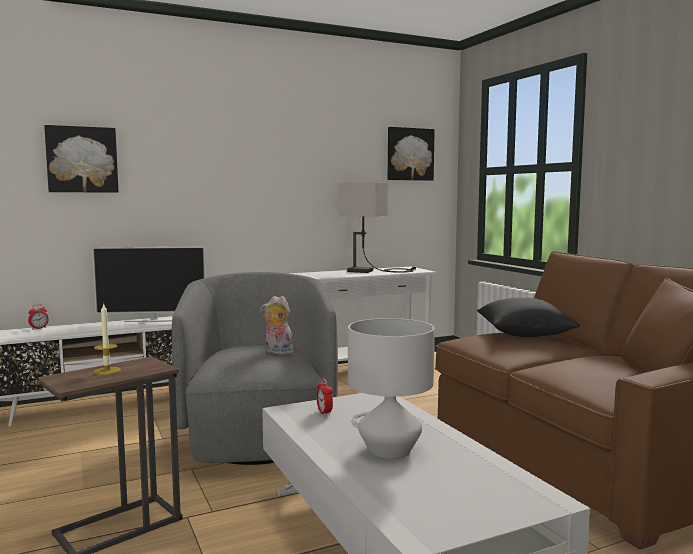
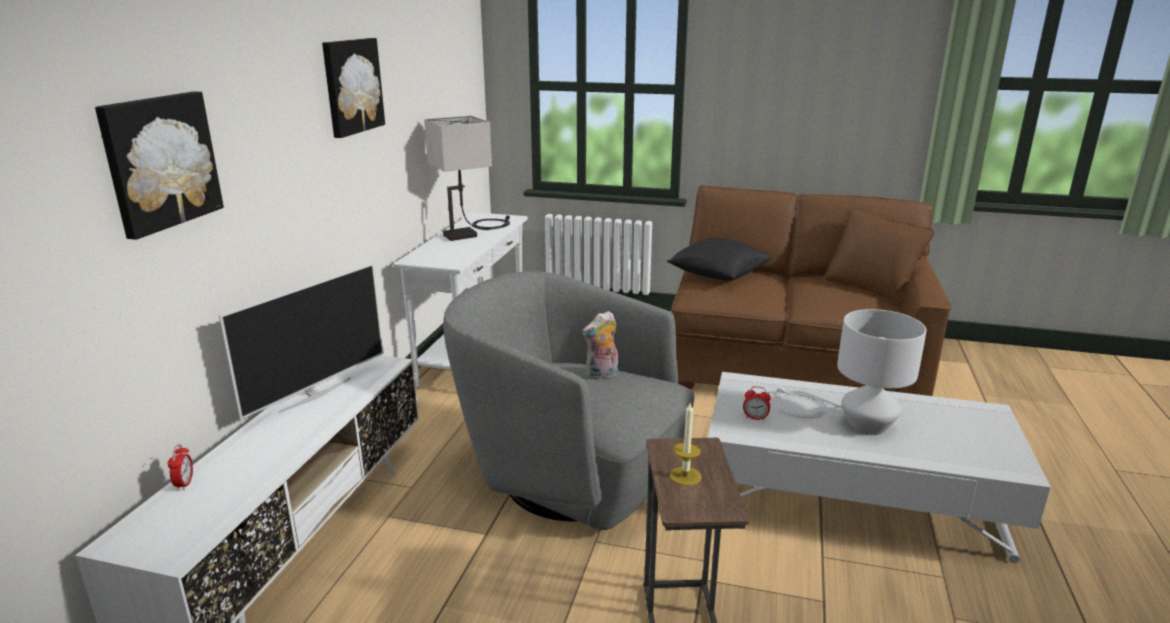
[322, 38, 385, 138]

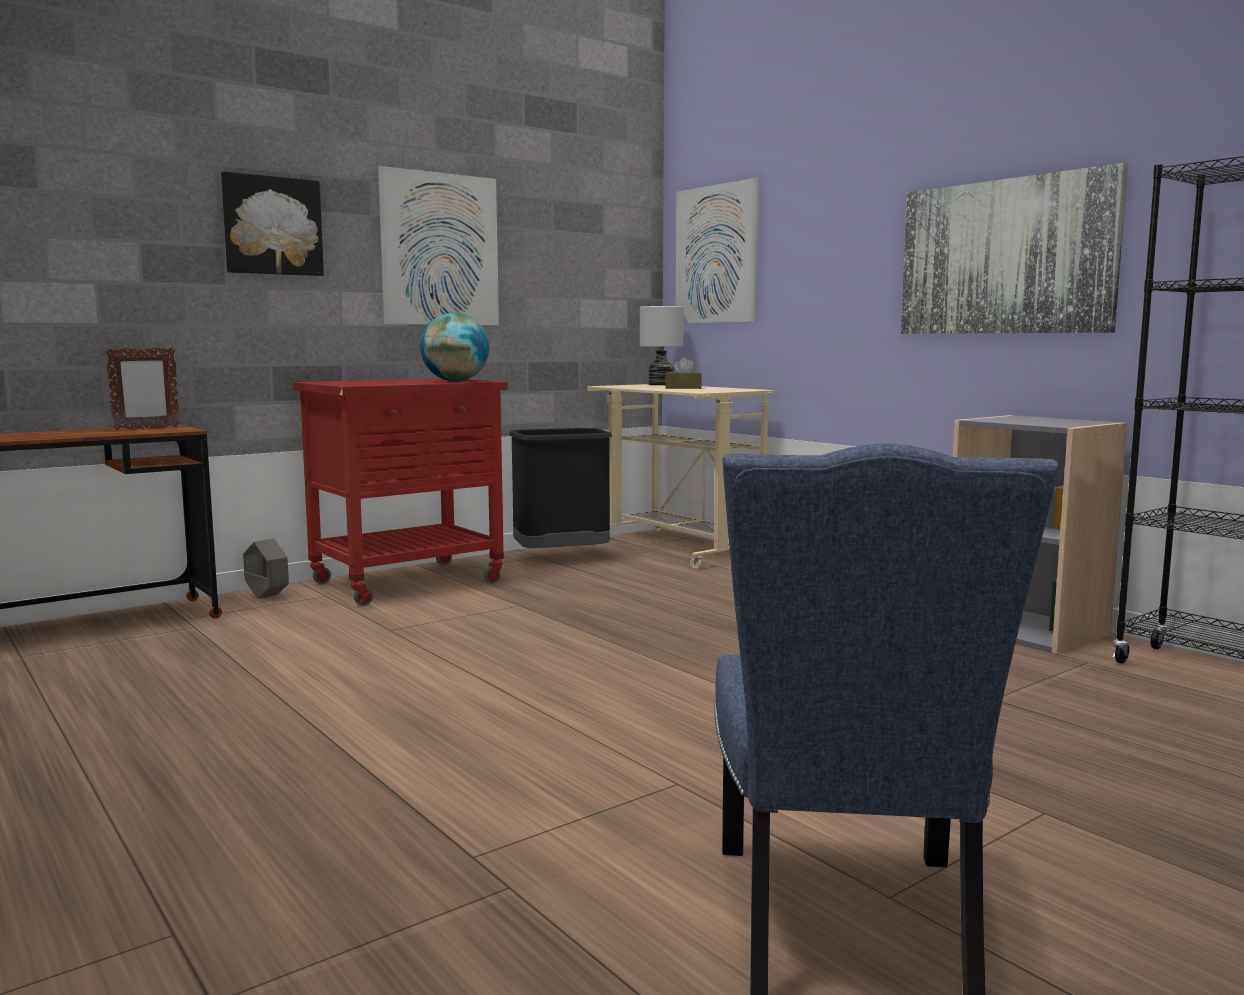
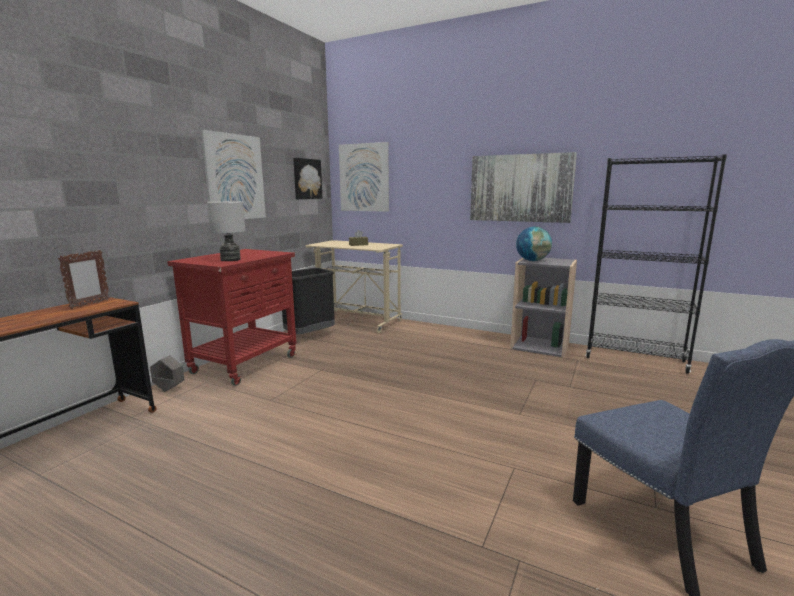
[207, 201, 245, 261]
[293, 158, 322, 199]
[516, 227, 552, 261]

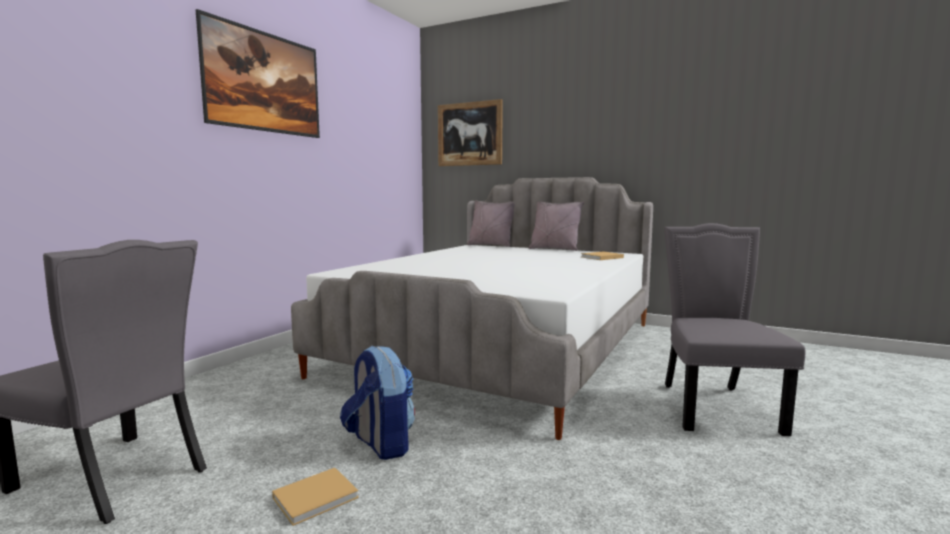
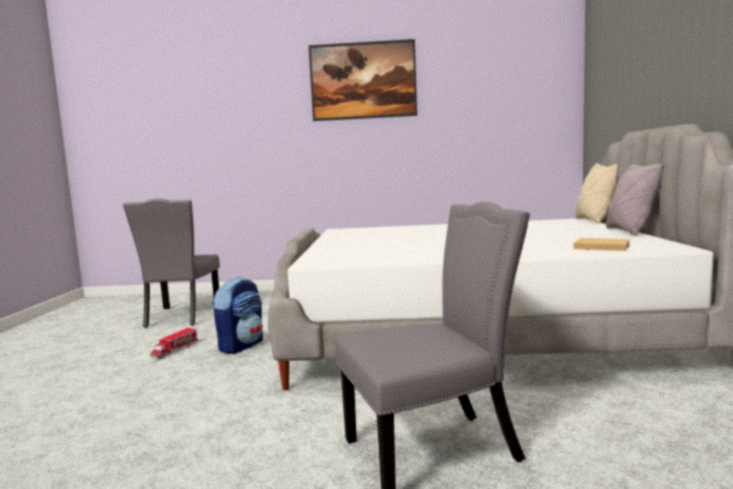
[150, 328, 198, 359]
[575, 163, 617, 224]
[438, 99, 503, 166] (first image)

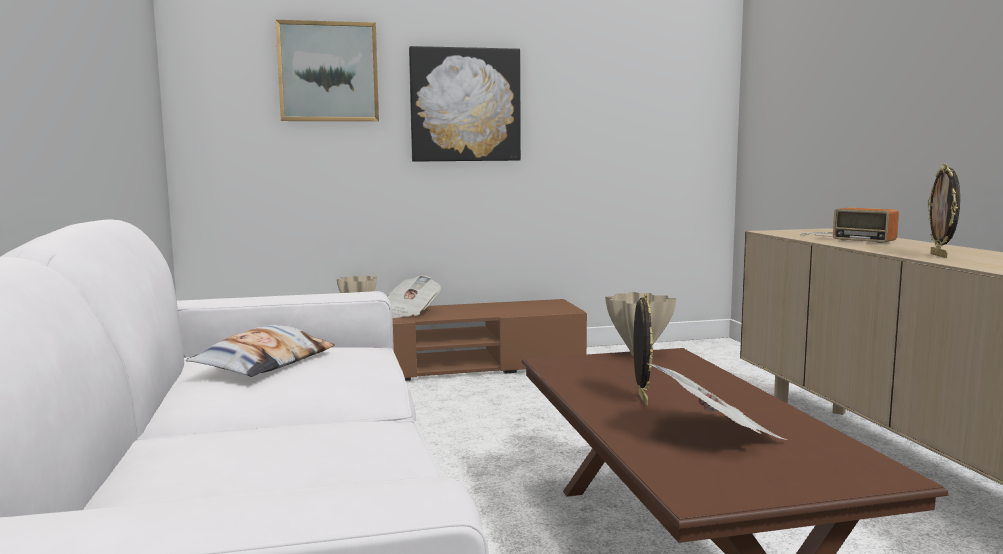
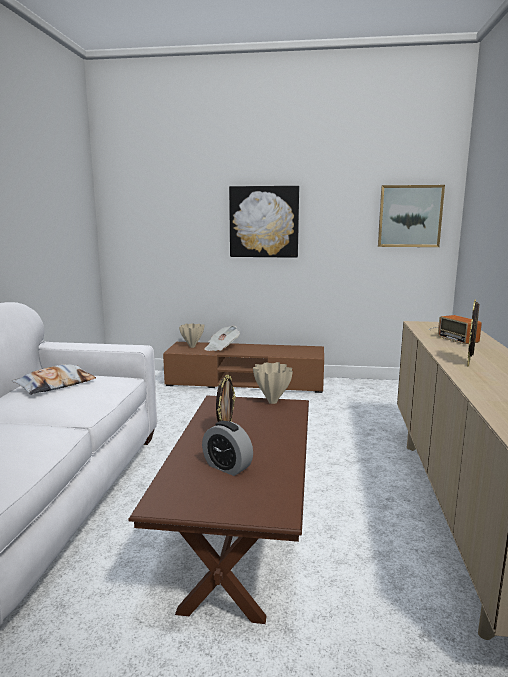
[202, 421, 253, 476]
[378, 185, 445, 247]

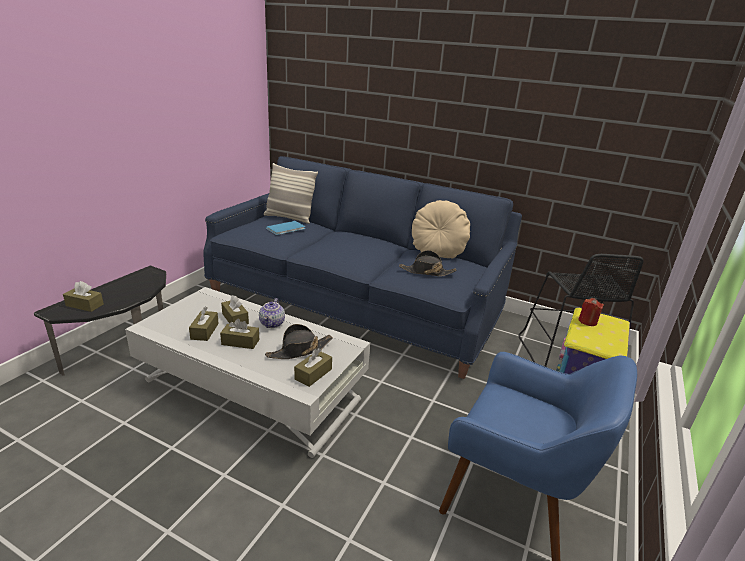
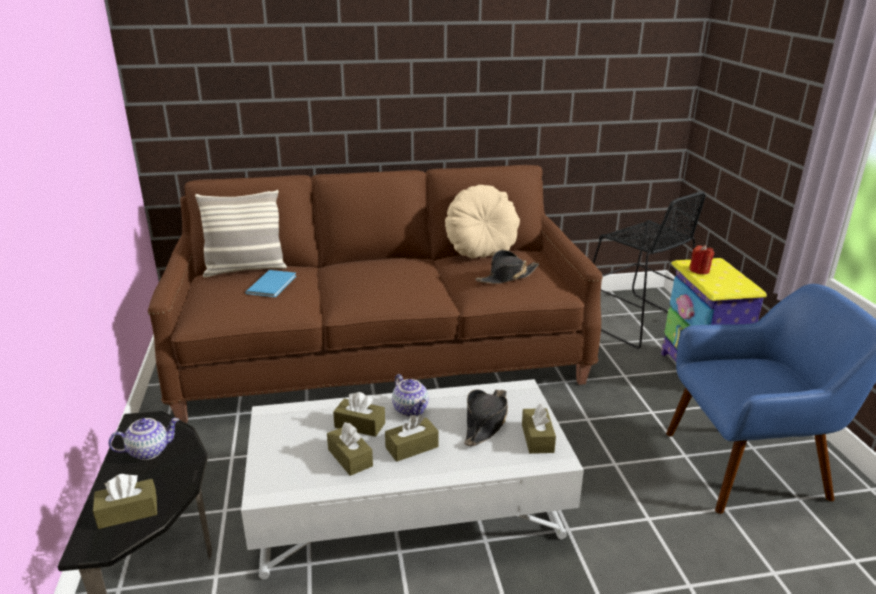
[108, 418, 180, 460]
[148, 165, 603, 423]

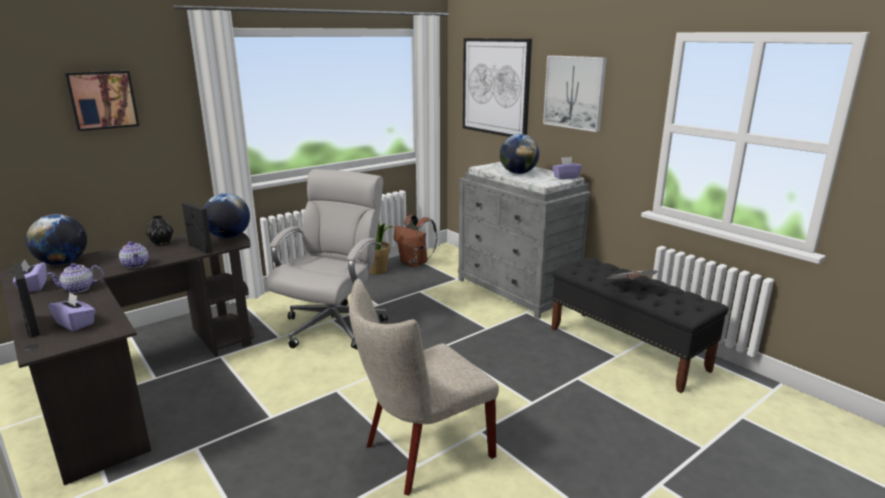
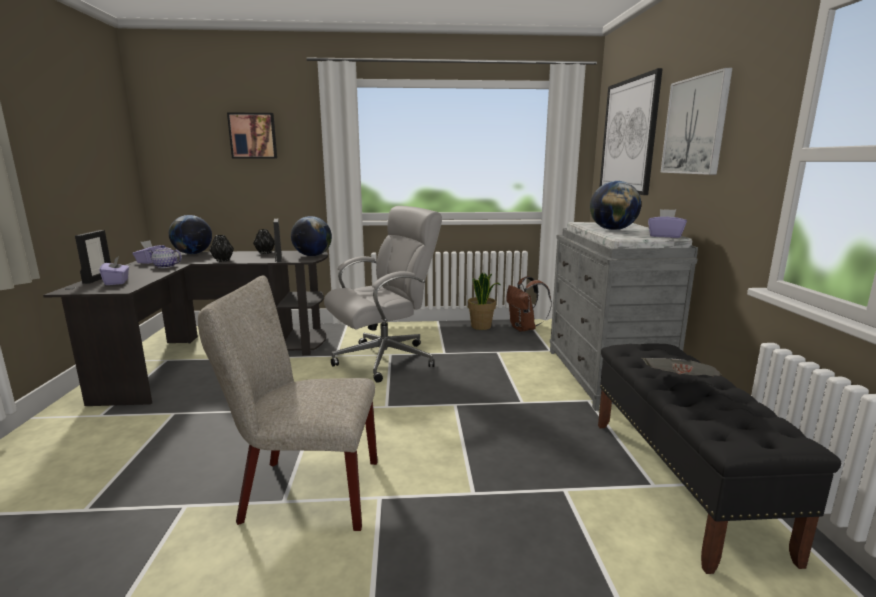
[210, 235, 234, 262]

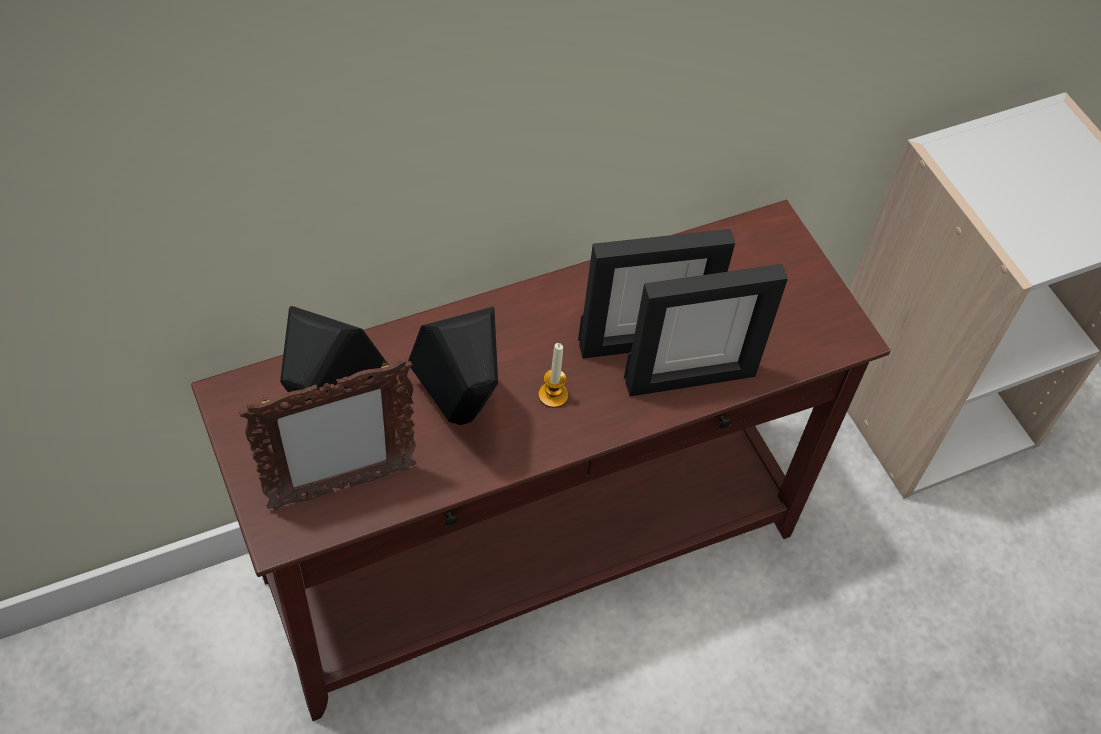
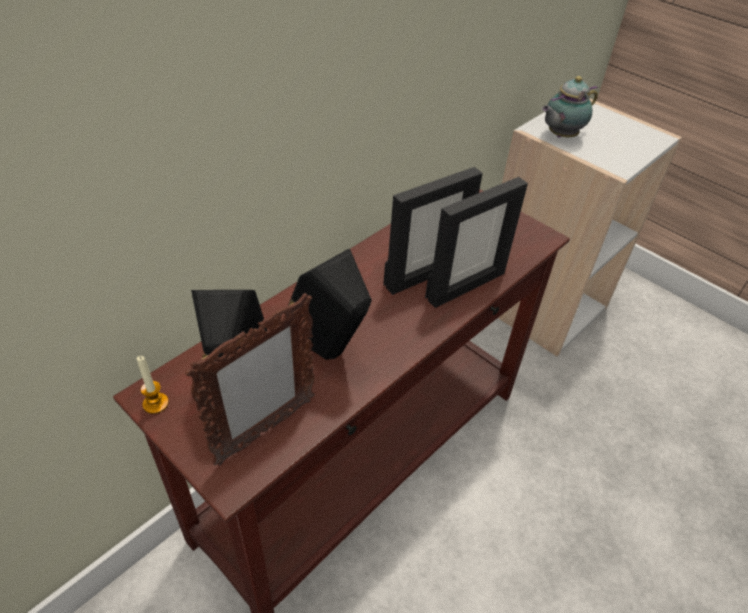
[136, 356, 169, 414]
[542, 76, 598, 137]

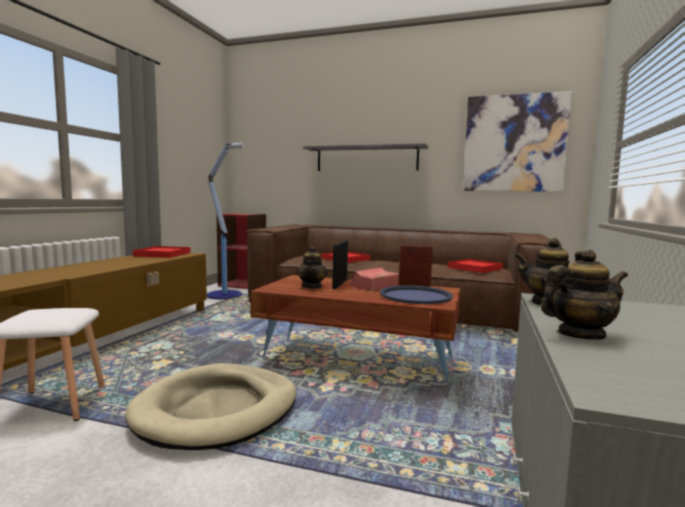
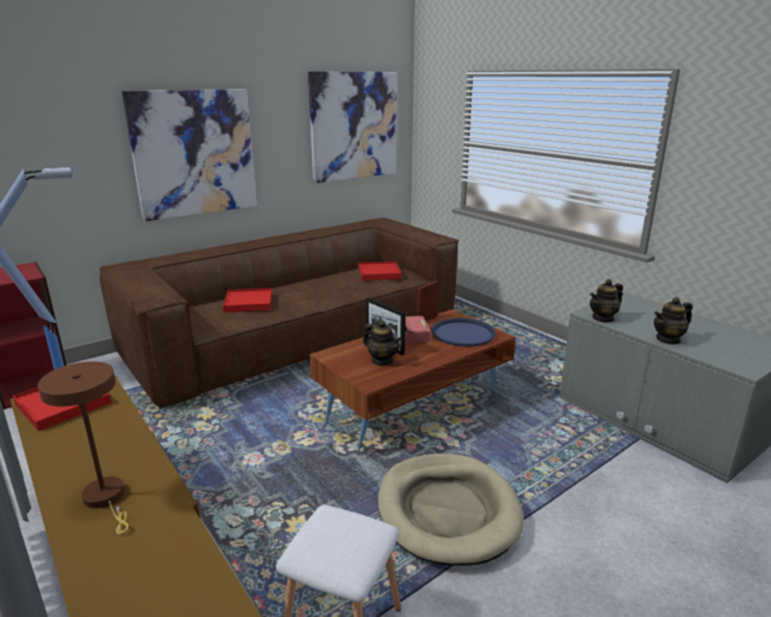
[38, 361, 129, 534]
[122, 89, 257, 221]
[654, 297, 693, 345]

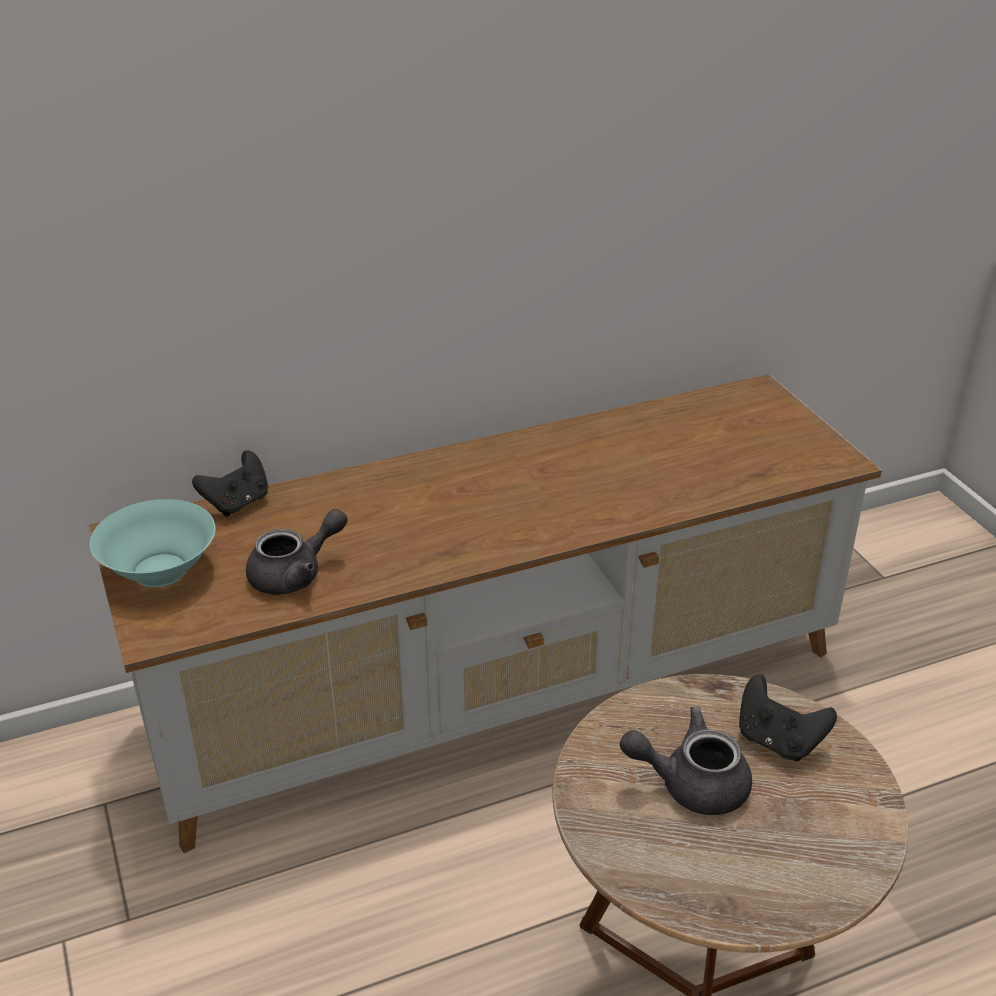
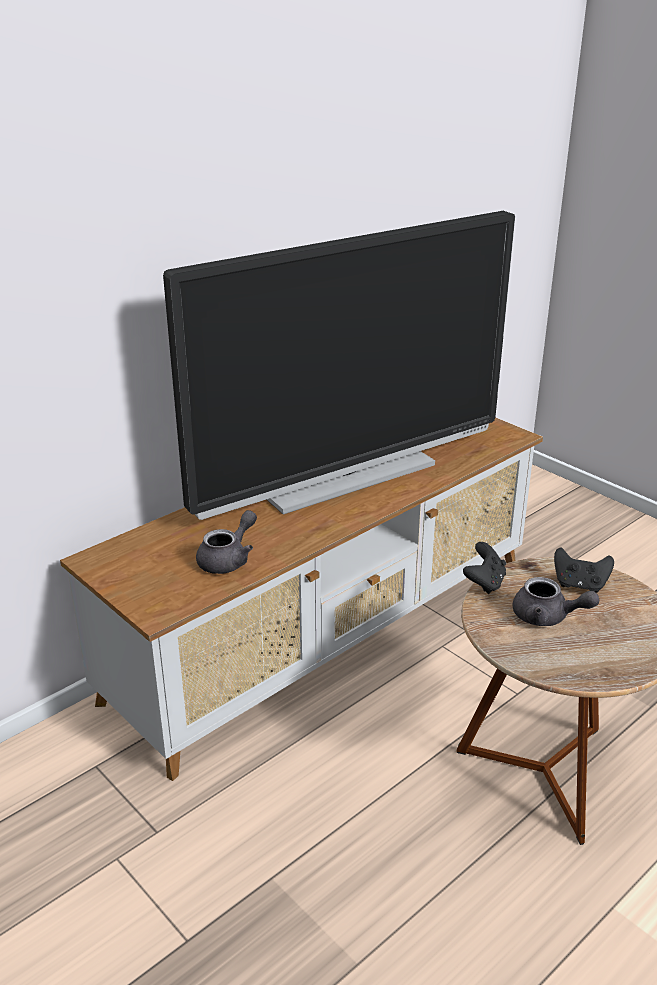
[163, 211, 515, 520]
[463, 542, 506, 594]
[513, 577, 599, 626]
[90, 499, 216, 587] (first image)

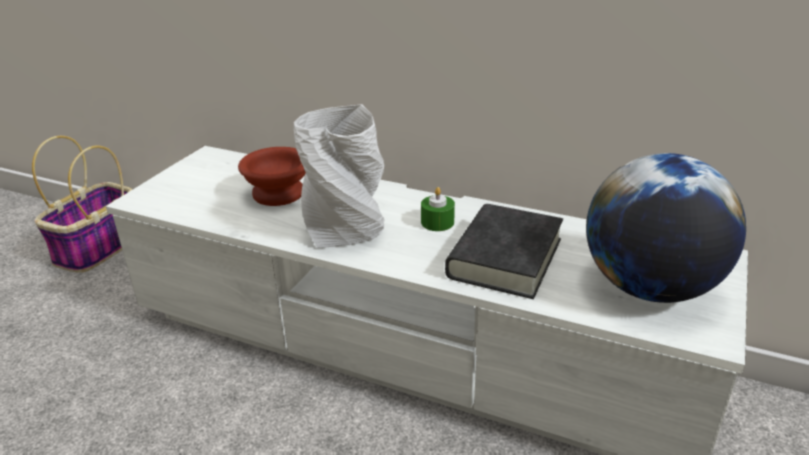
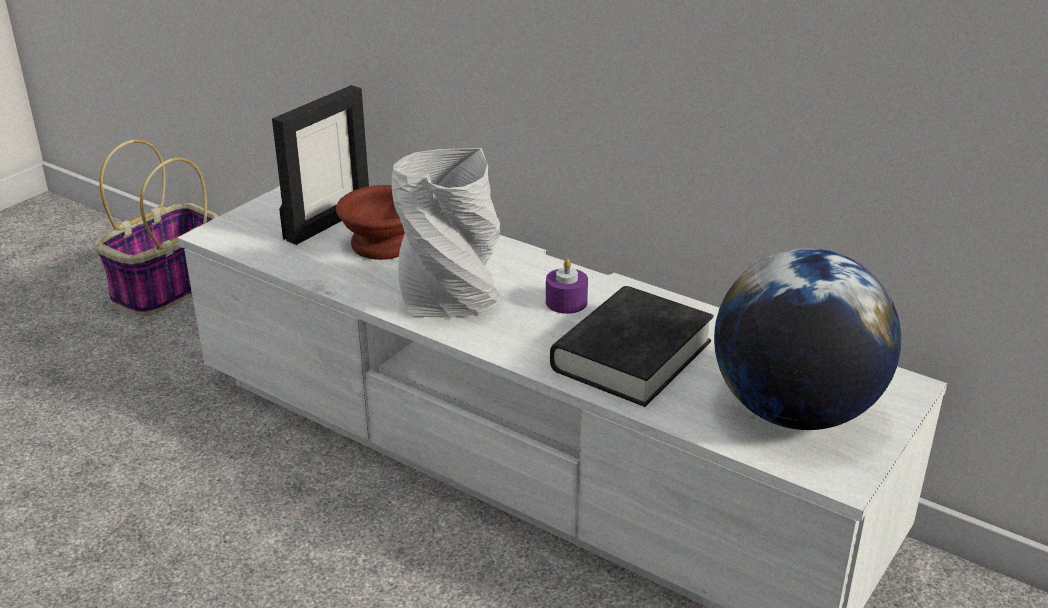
[272, 85, 369, 245]
[546, 258, 588, 314]

